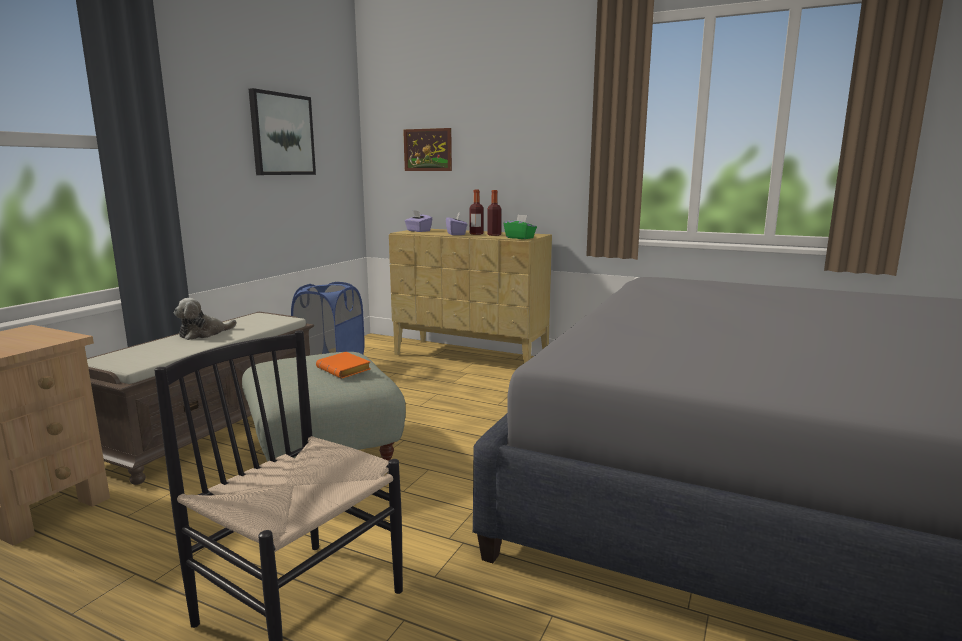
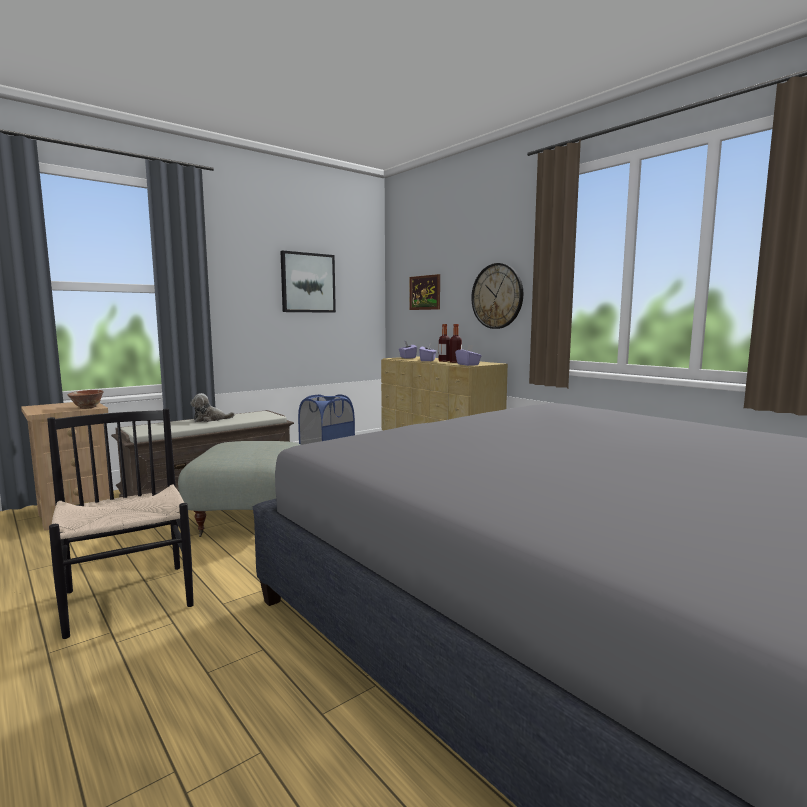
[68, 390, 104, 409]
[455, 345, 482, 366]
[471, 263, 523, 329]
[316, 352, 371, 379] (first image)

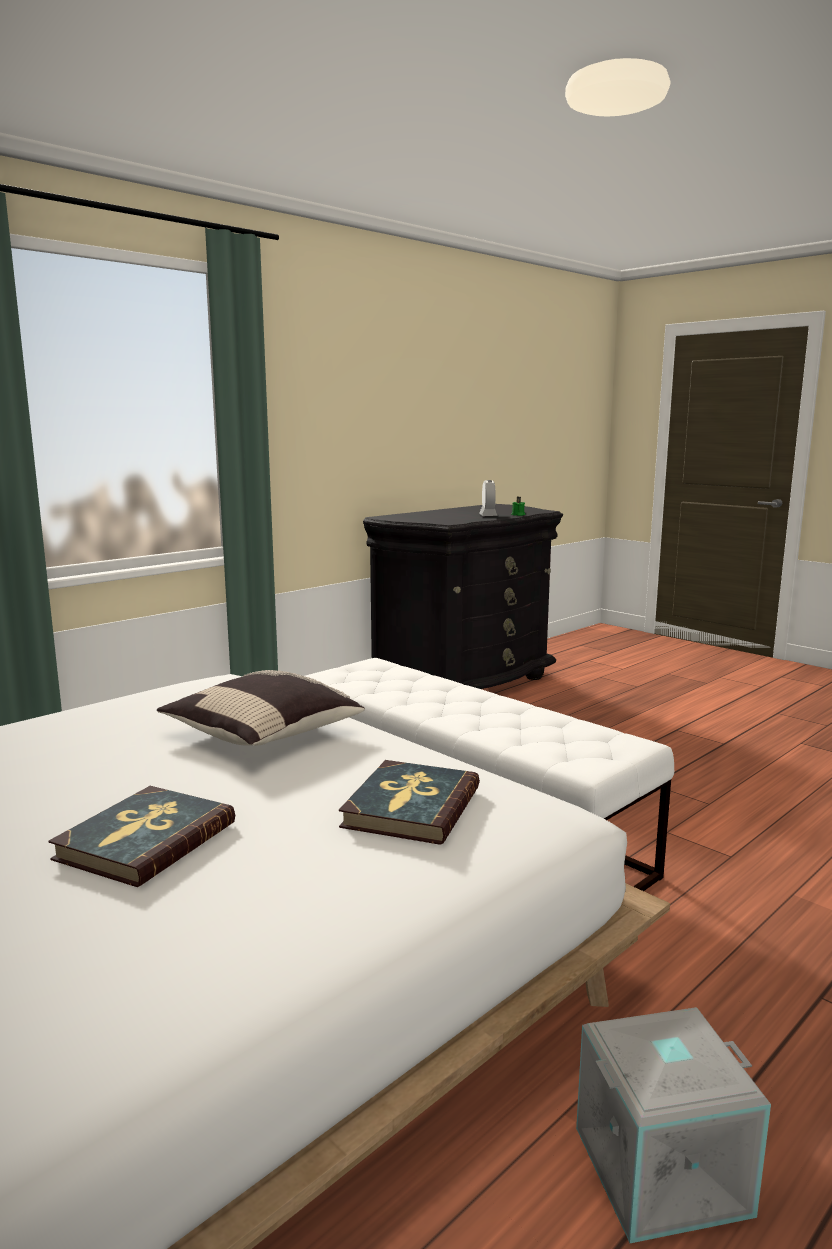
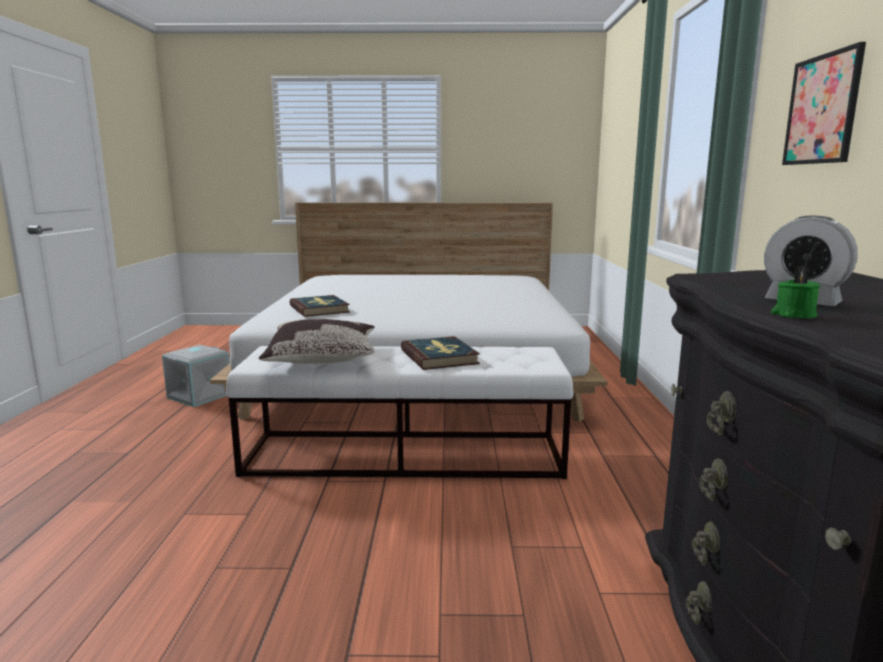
[259, 319, 375, 364]
[401, 336, 480, 370]
[782, 42, 866, 165]

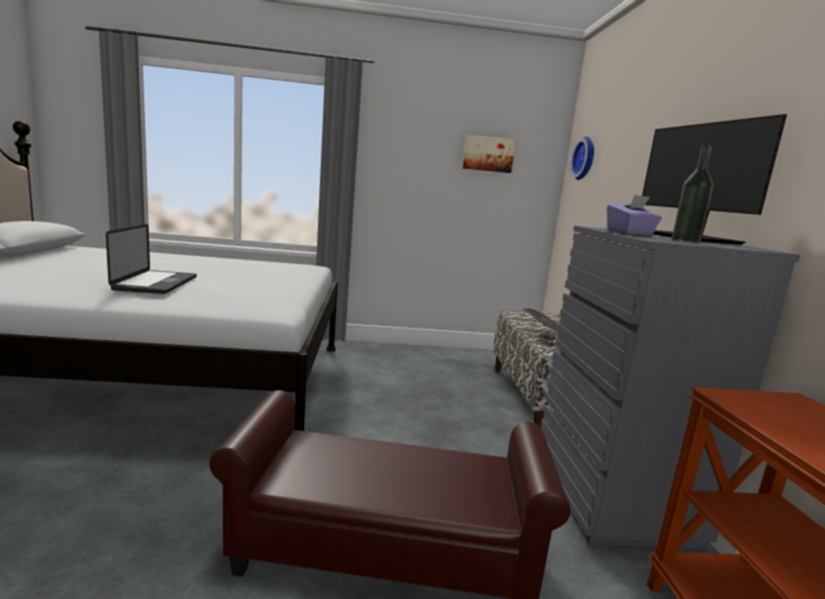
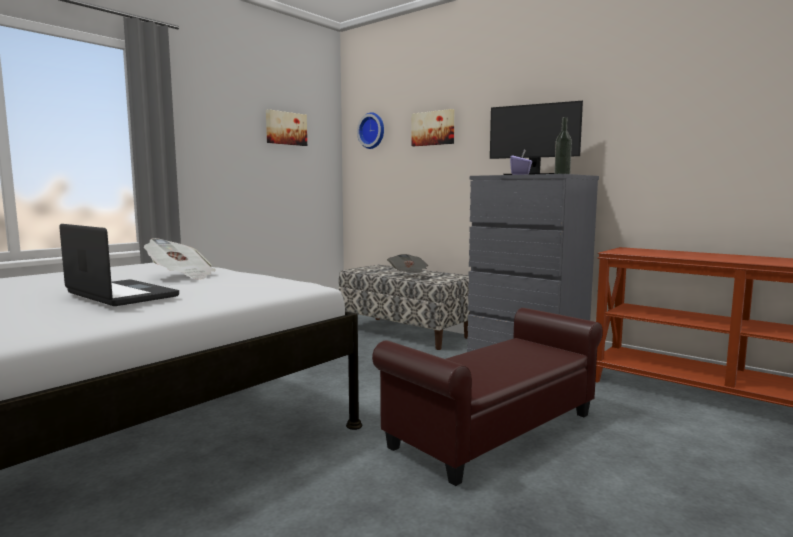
[144, 238, 215, 280]
[411, 109, 454, 146]

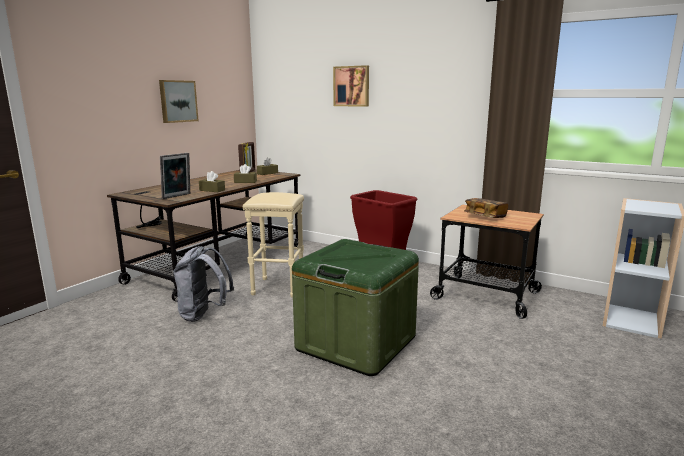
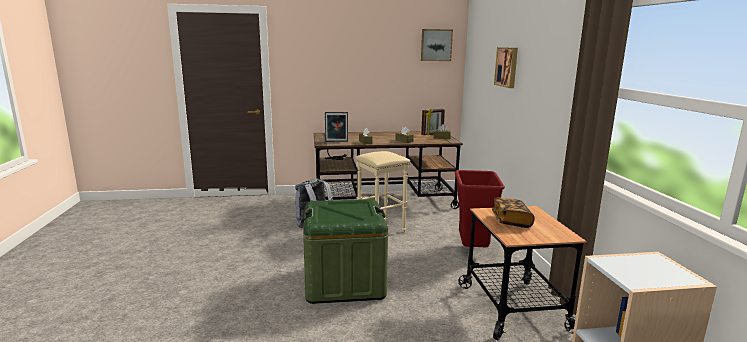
[421, 29, 453, 61]

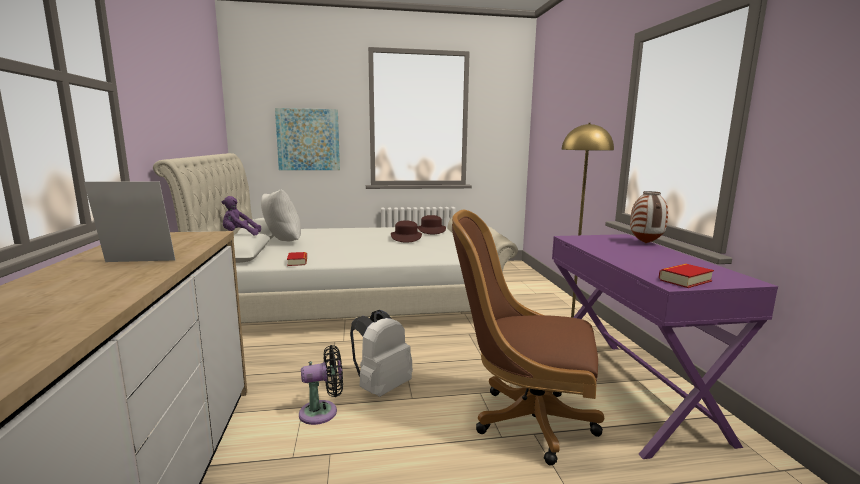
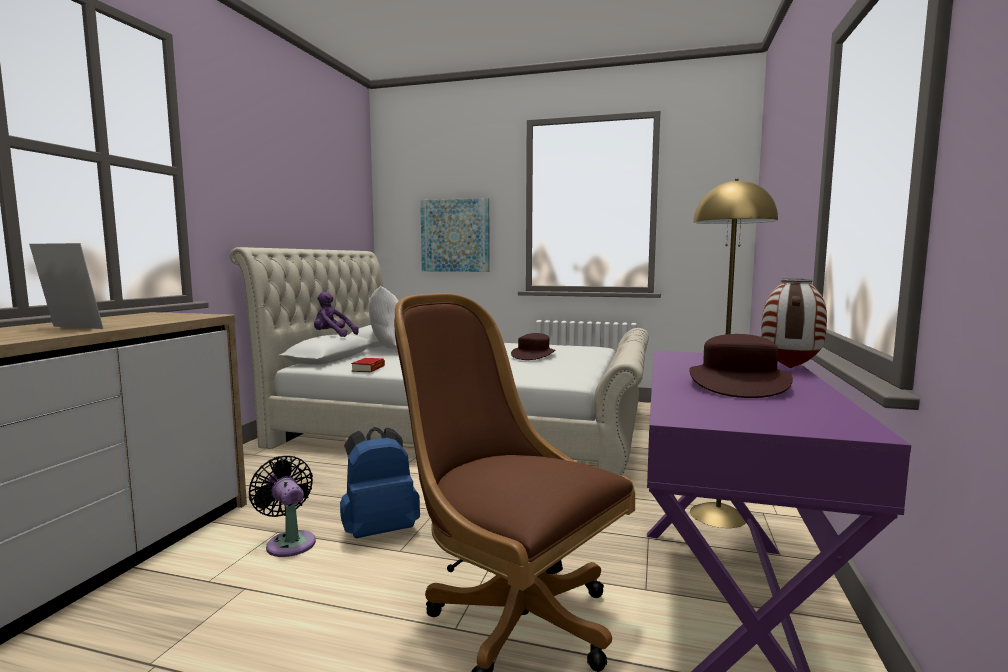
[249, 456, 316, 557]
[340, 427, 420, 538]
[689, 334, 793, 398]
[659, 264, 714, 288] (first image)

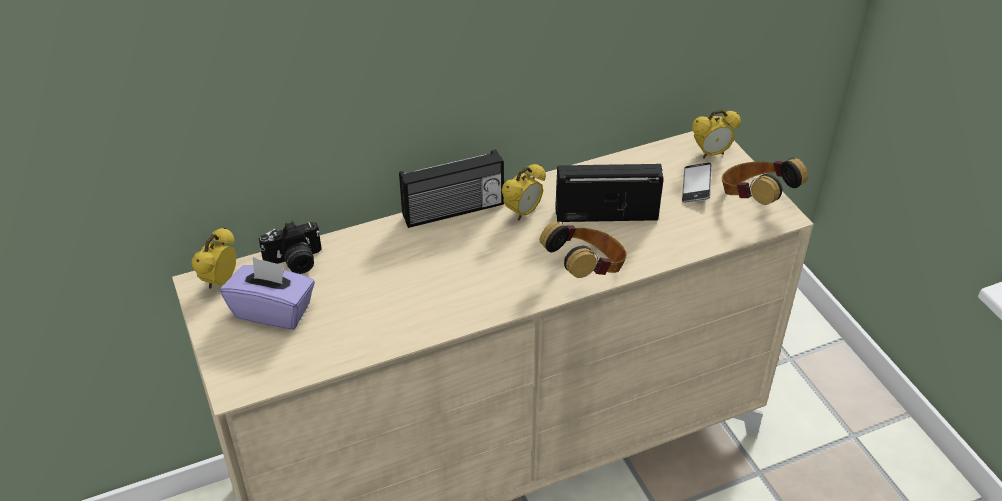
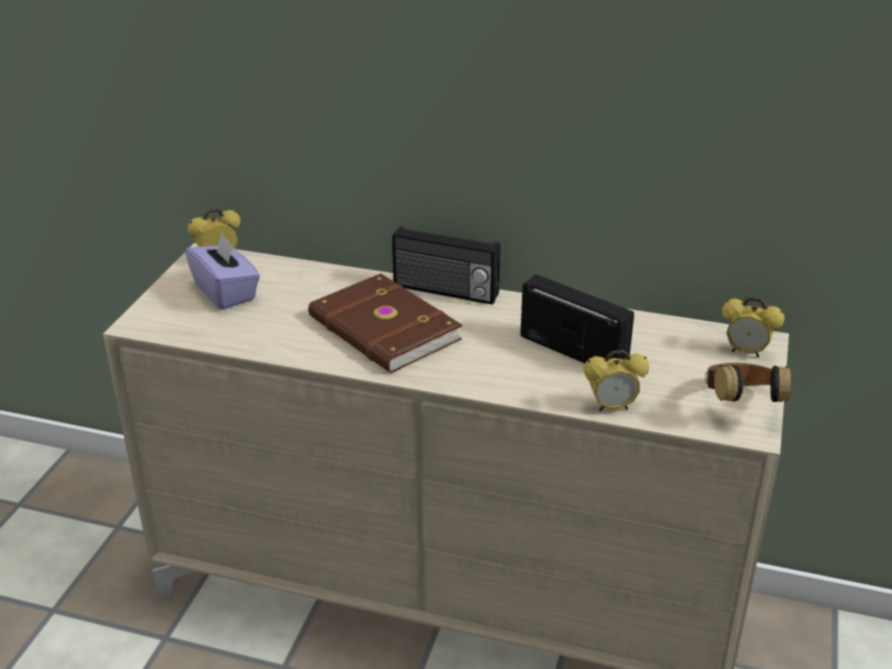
[308, 273, 462, 373]
[583, 350, 649, 412]
[259, 221, 322, 274] (first image)
[540, 221, 627, 278] (first image)
[682, 162, 712, 203] (first image)

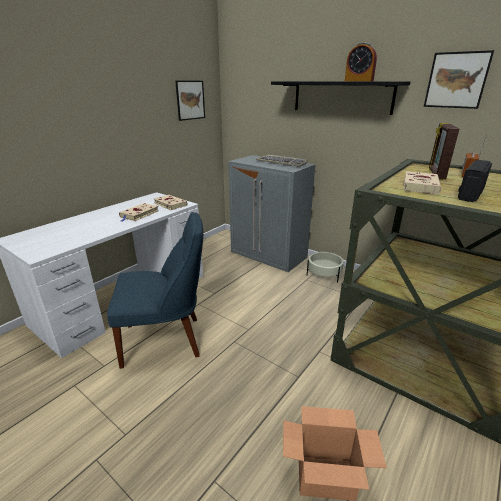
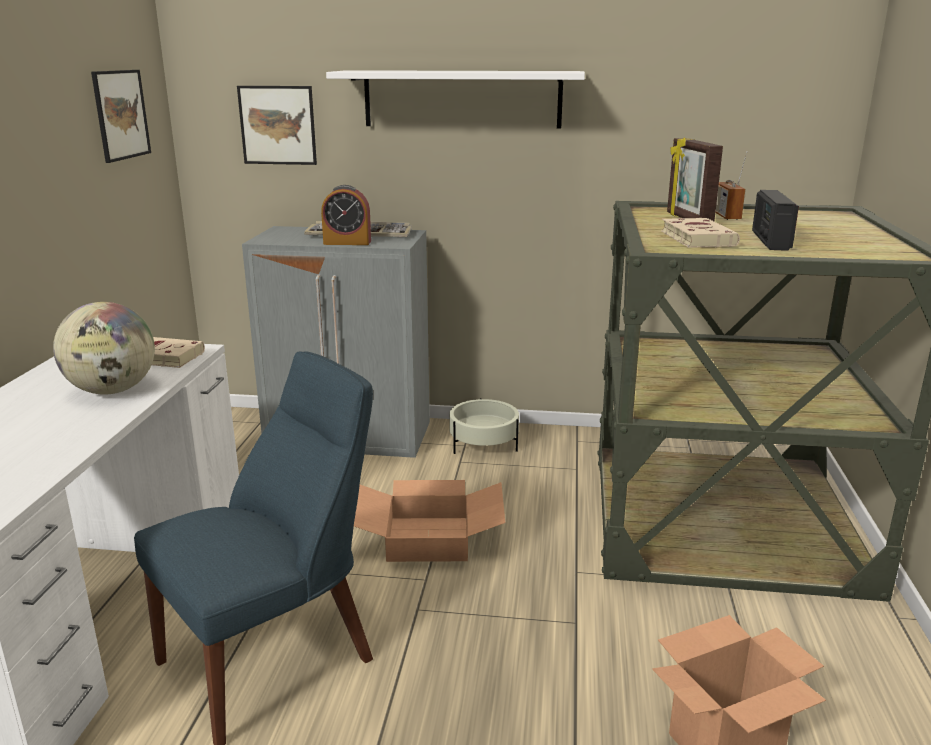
[53, 302, 155, 395]
[237, 86, 317, 165]
[321, 185, 371, 245]
[326, 70, 585, 128]
[354, 480, 505, 562]

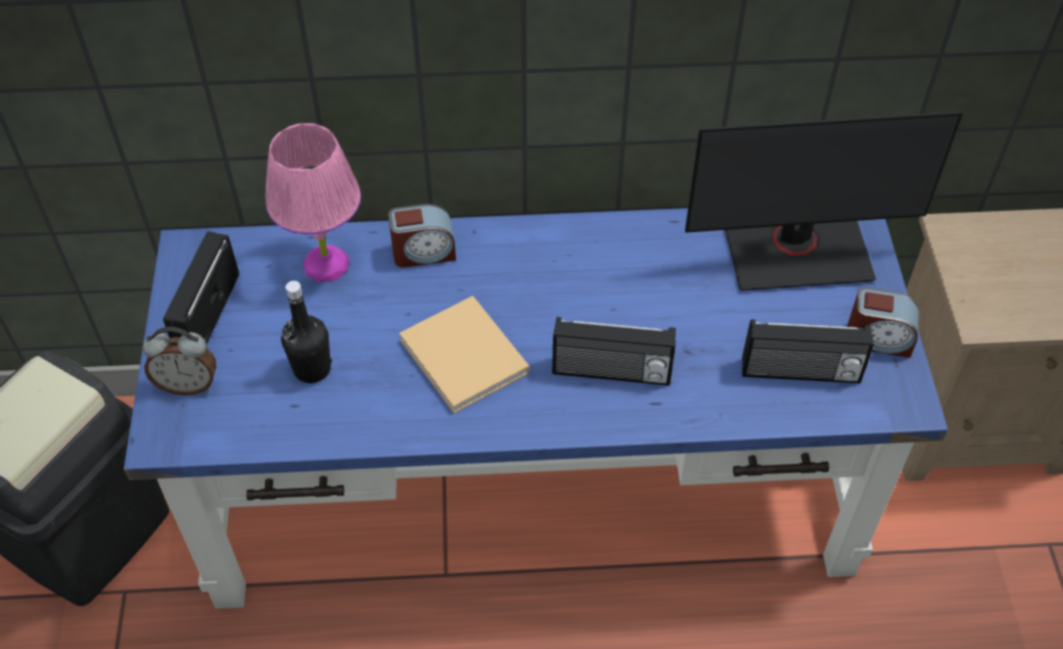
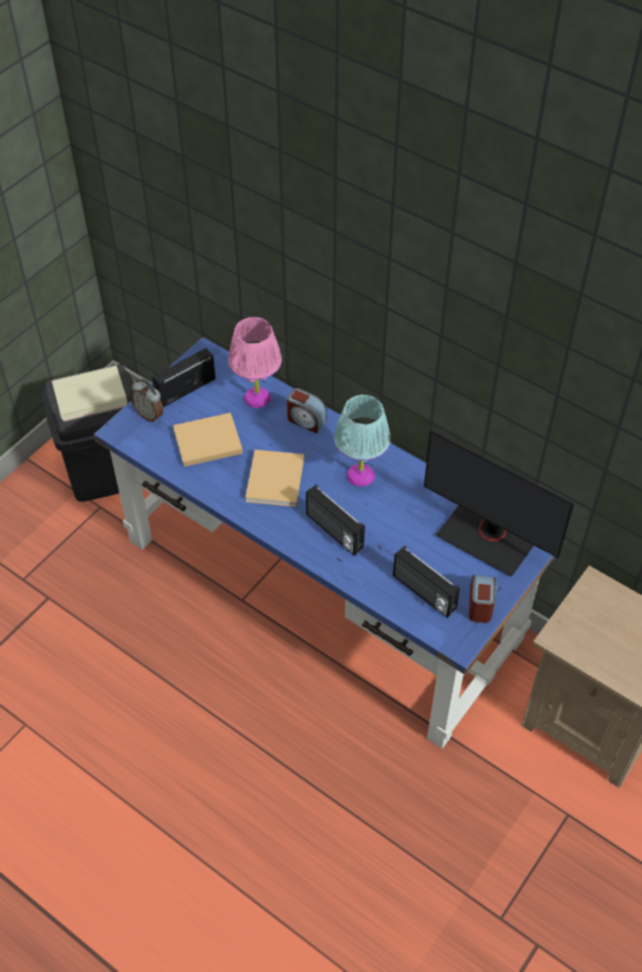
[173, 413, 243, 467]
[334, 395, 391, 487]
[469, 575, 497, 623]

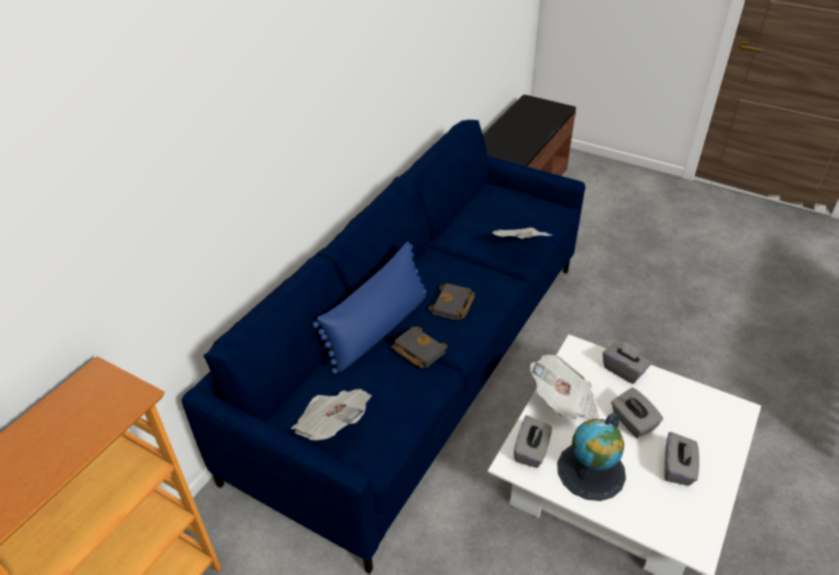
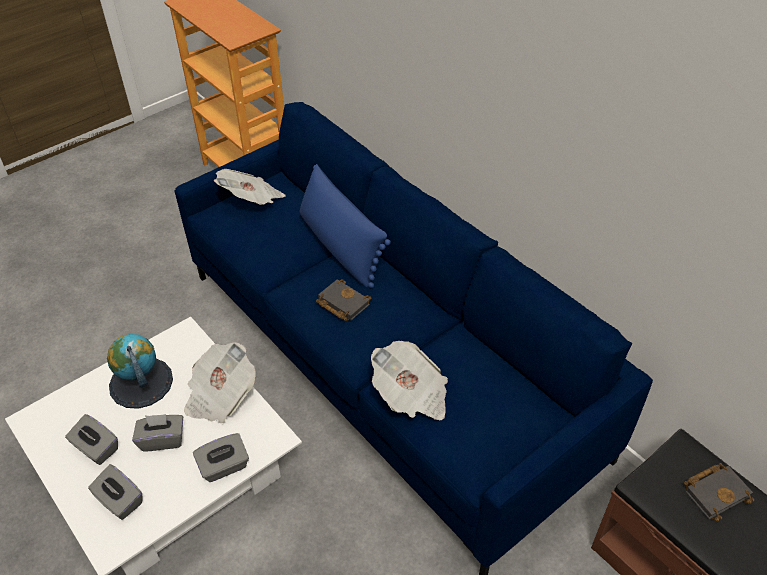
[88, 464, 143, 520]
[684, 463, 754, 522]

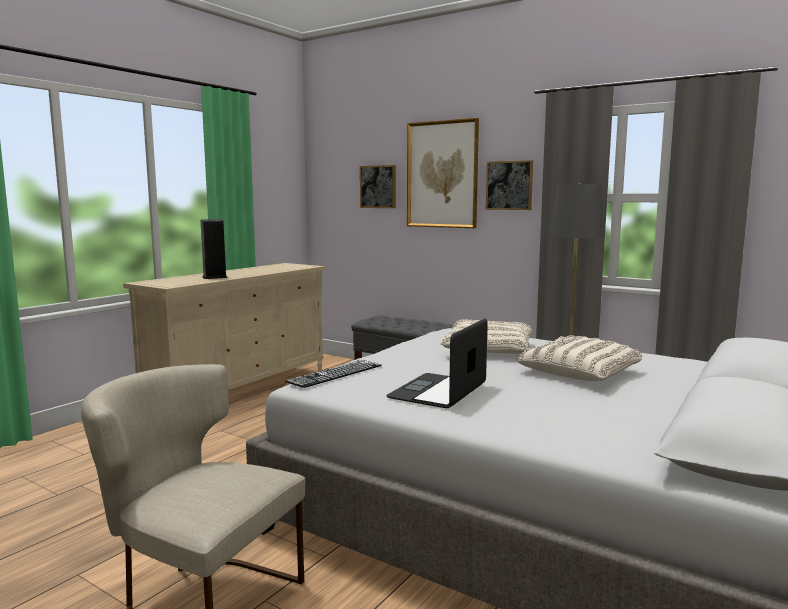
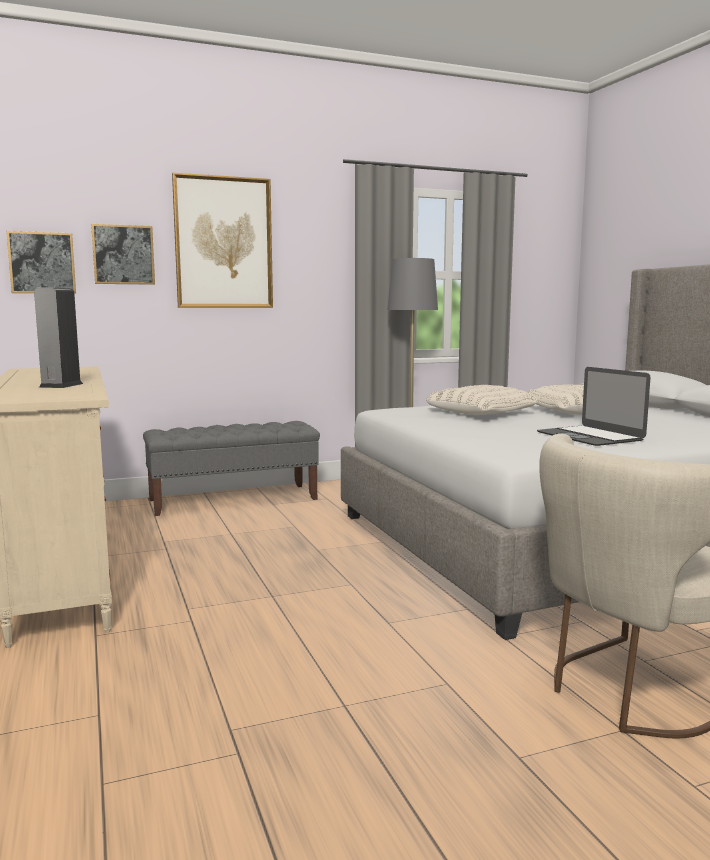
[6, 231, 76, 294]
[285, 360, 382, 388] (first image)

